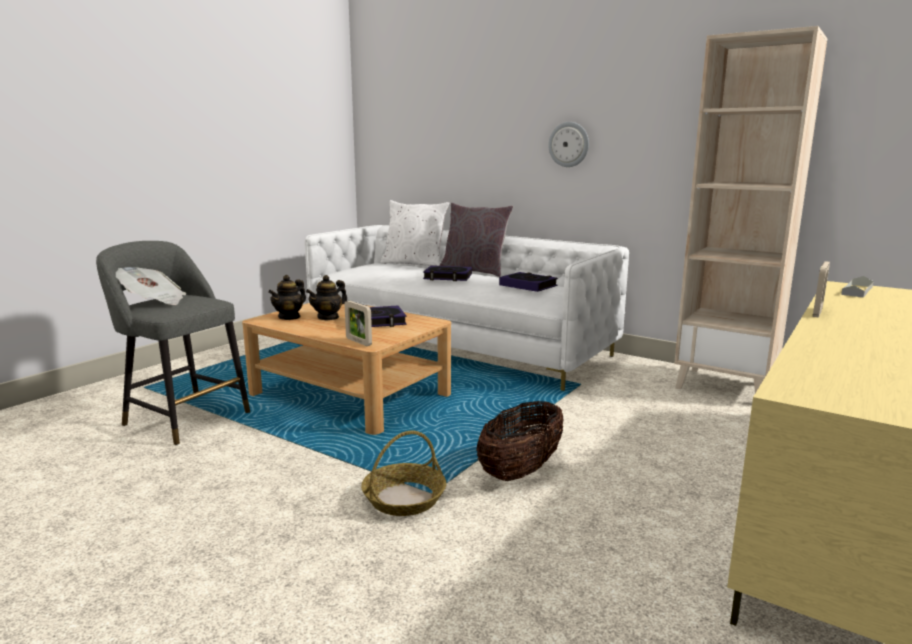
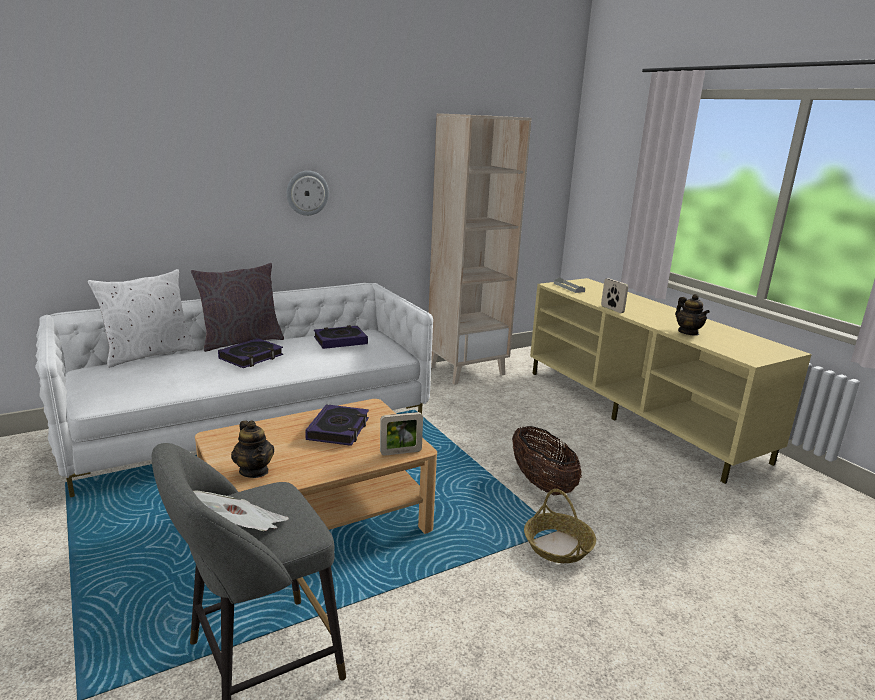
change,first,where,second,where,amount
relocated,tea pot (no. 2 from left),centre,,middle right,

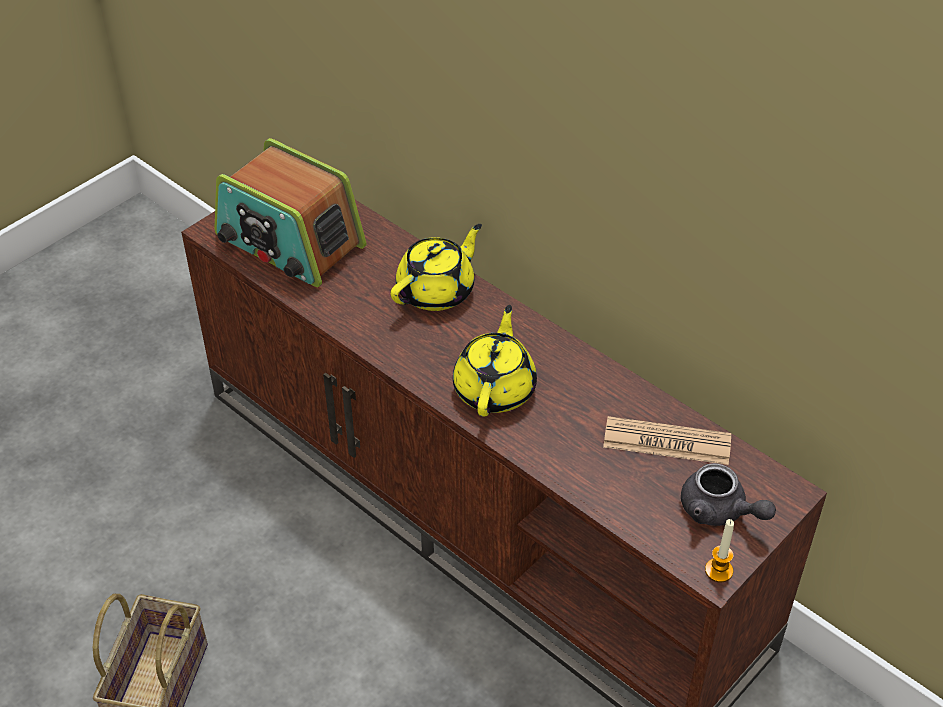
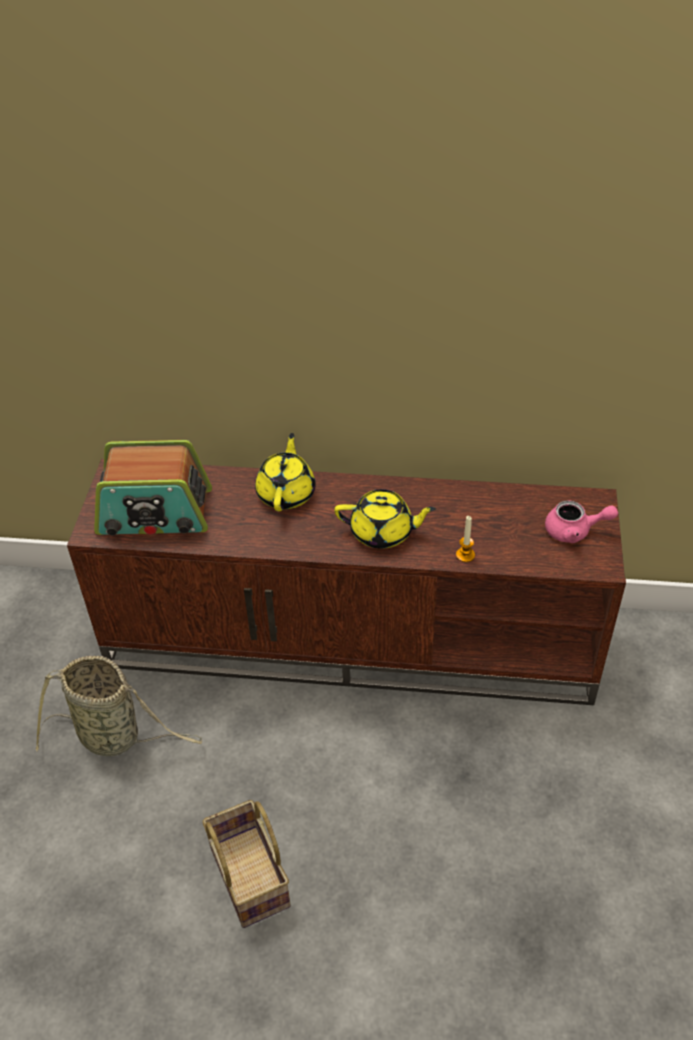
change,first,where,second,where,amount
spun,yellow tea pot (no. 2 from left),centre,,centre,120 degrees clockwise
missing,printed paper,middle right,,,
colour,greyish tea pot,bottom right,pink tea pot,middle right,
relocated,wax candle,bottom right,,middle right,
appeared,,,basket (no. 1 from left),bottom left,

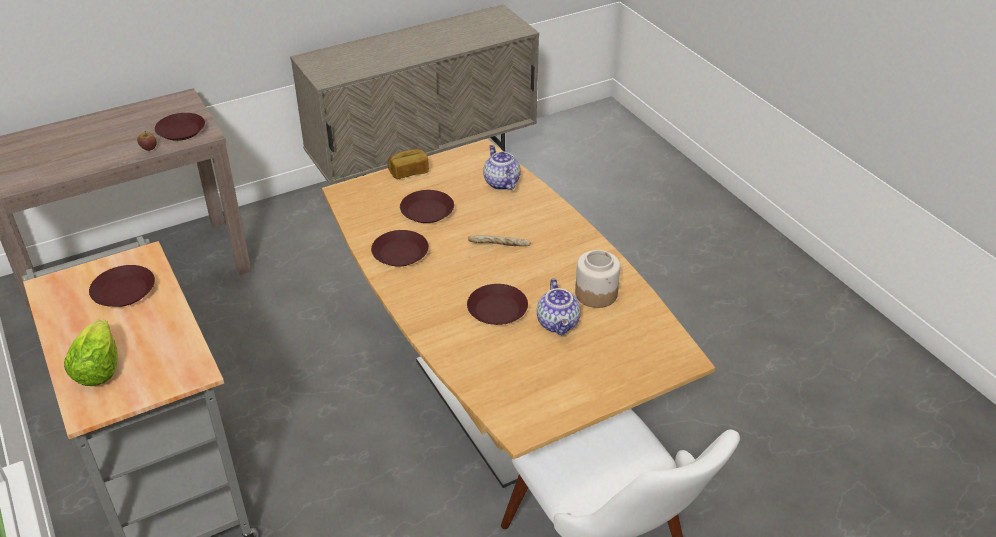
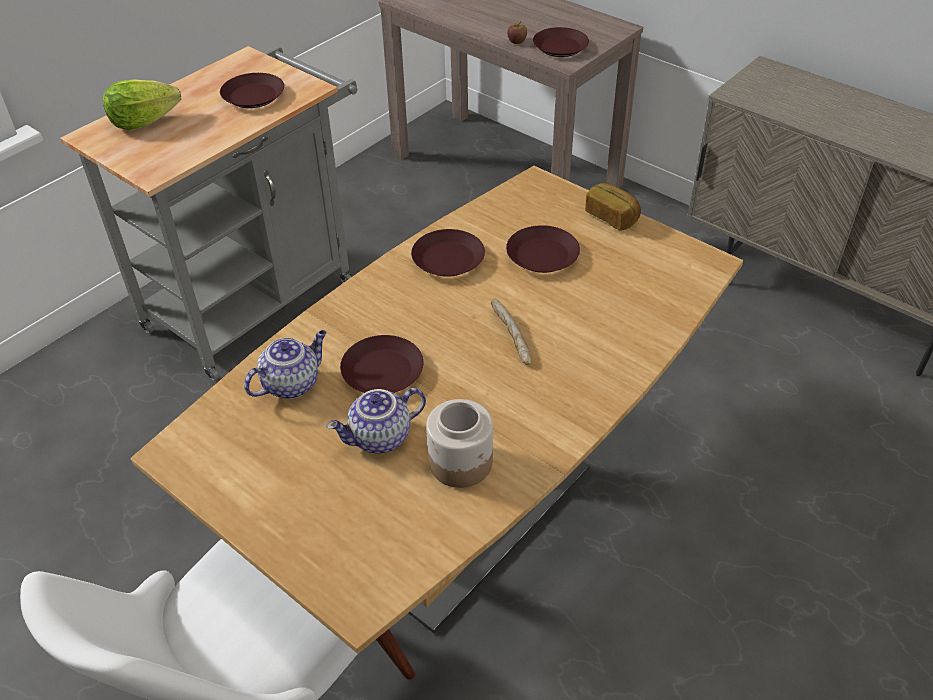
change,first,where,second,where,amount
relocated,tea pot (no. 1 from left),top centre,,middle left,

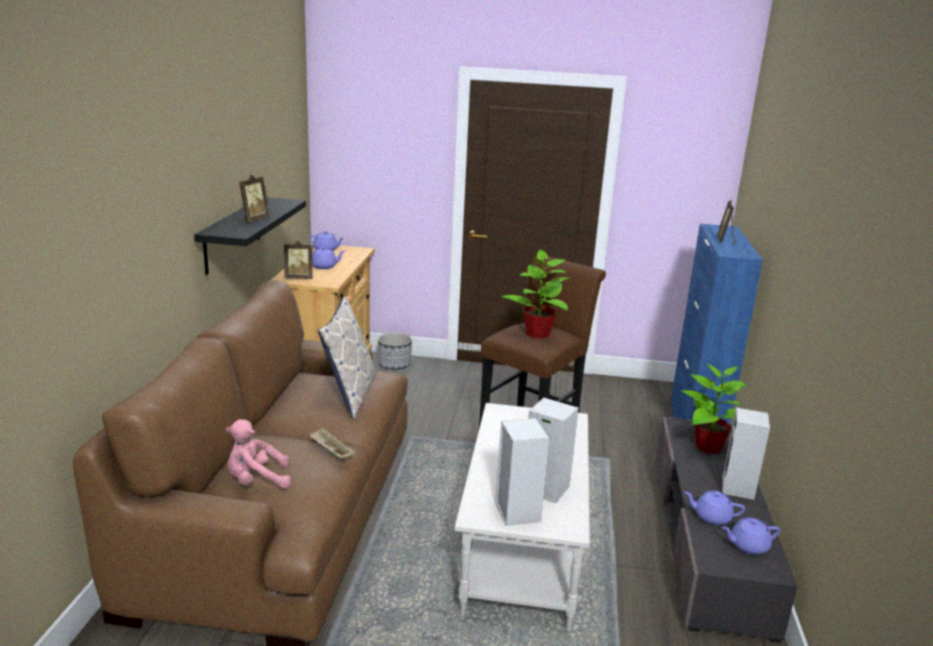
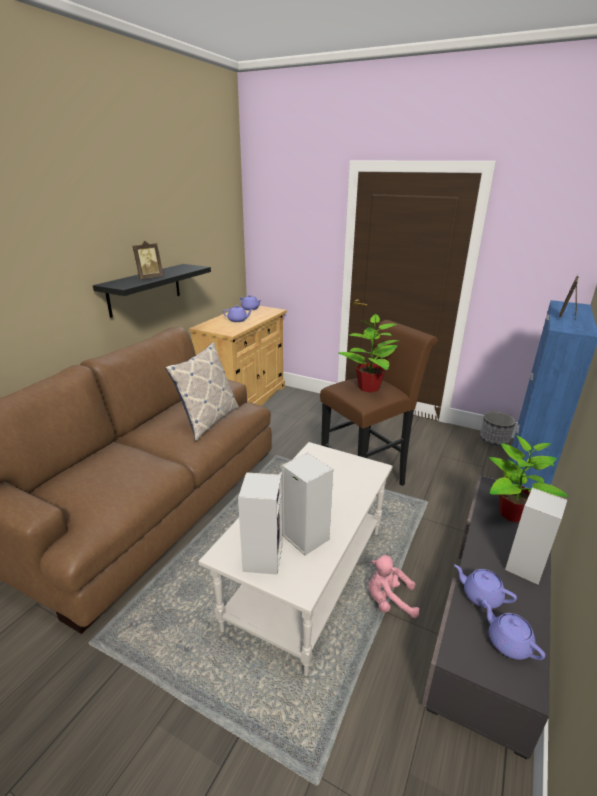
change,first,where,second,where,amount
relocated,pink plush toy,bottom left,,bottom centre,
missing,standing frame (no. 2 from left),middle left,,,
missing,sand-coloured carrying tray,bottom centre,,,
relocated,plant pot,centre,,middle right,
spun,purple tea pot (no. 4 from left),bottom right,,bottom right,45 degrees clockwise

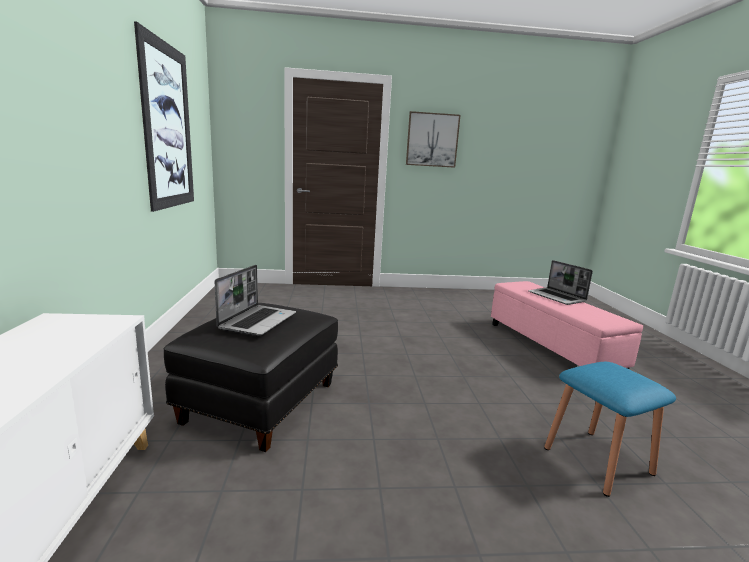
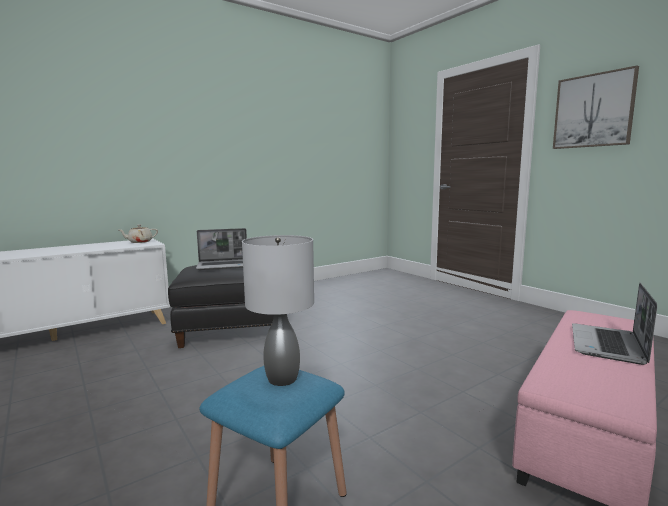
change,first,where,second,where,amount
missing,picture (no. 1 from left),top left,,,
appeared,,,sand-coloured tea pot,middle left,
appeared,,,greyish lamp for a table,centre,

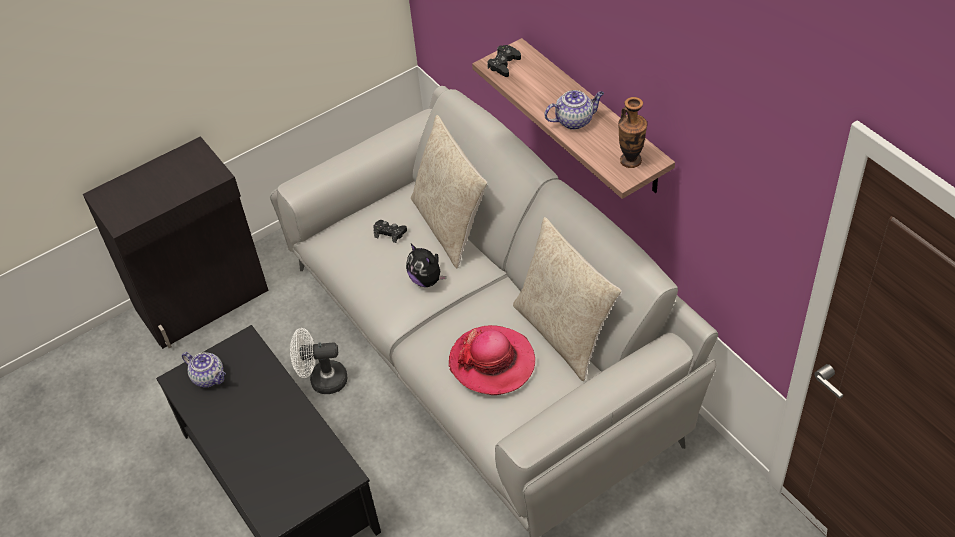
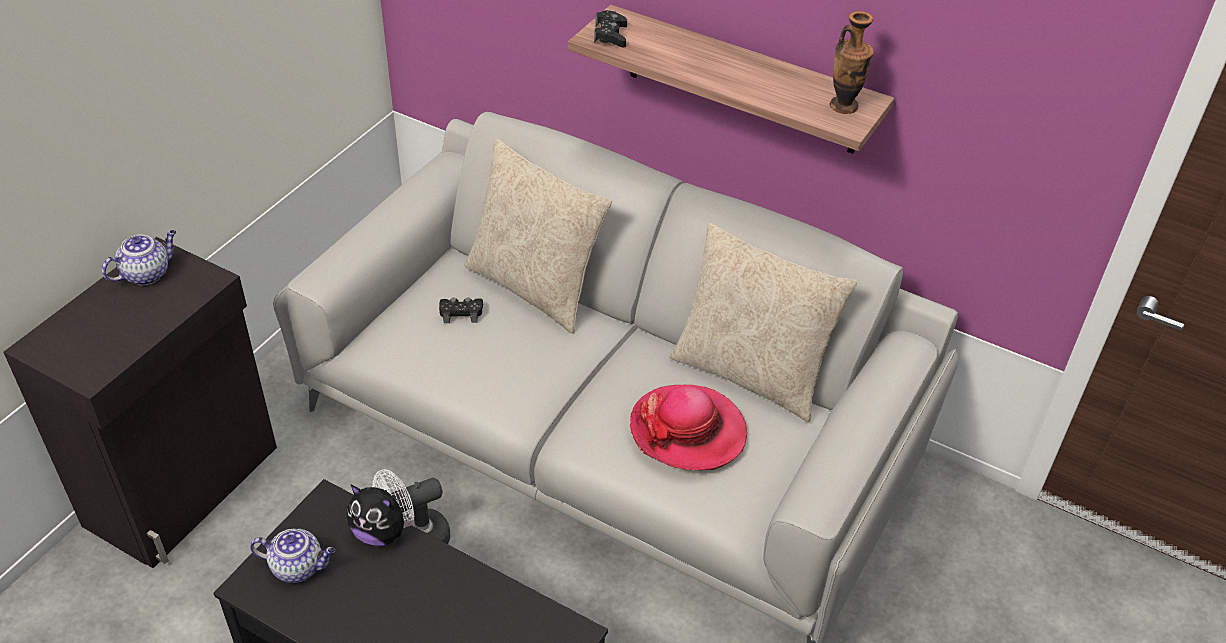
change,first,where,second,where,amount
relocated,plush toy,centre,,bottom left,
relocated,tea pot (no. 2 from left in the first image),top centre,tea pot (no. 1 from left),middle left,

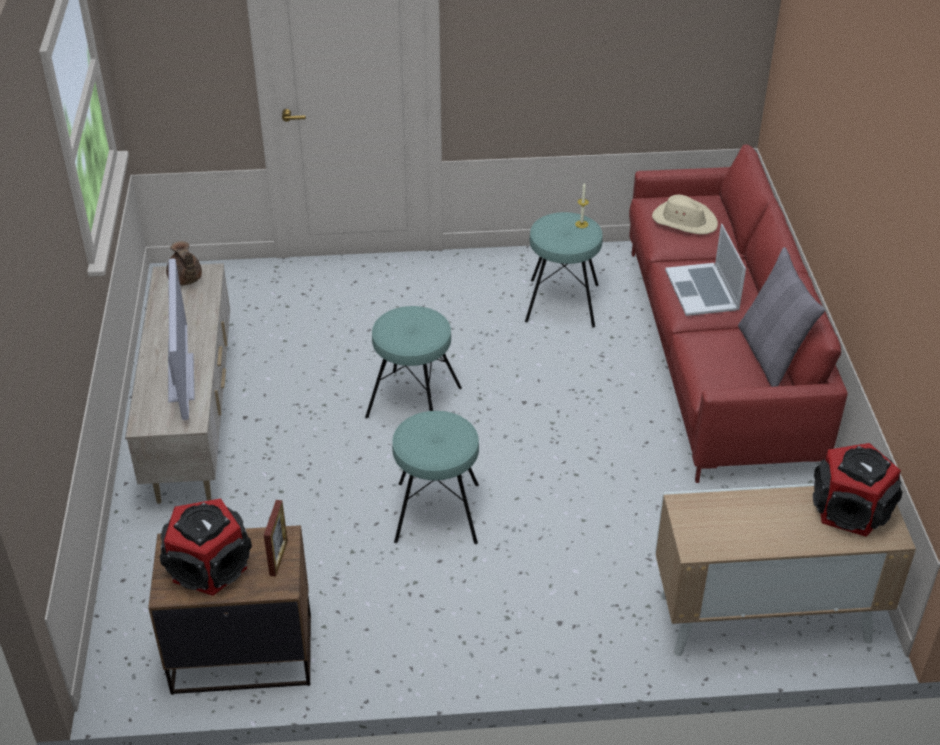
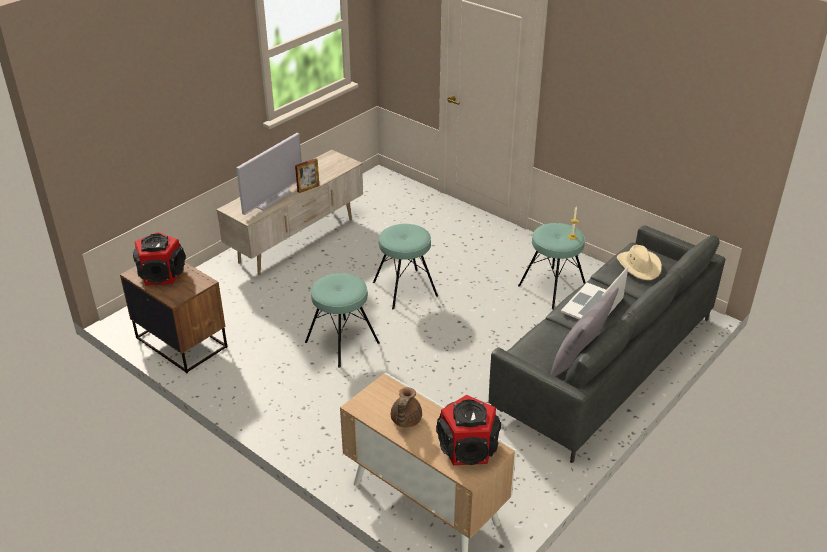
change,first,where,second,where,amount
relocated,brown-coloured tea pot,middle left,,bottom centre,
relocated,standing frame,bottom left,,top centre,
colour,red-coloured couch,middle right,greyish couch,middle right,

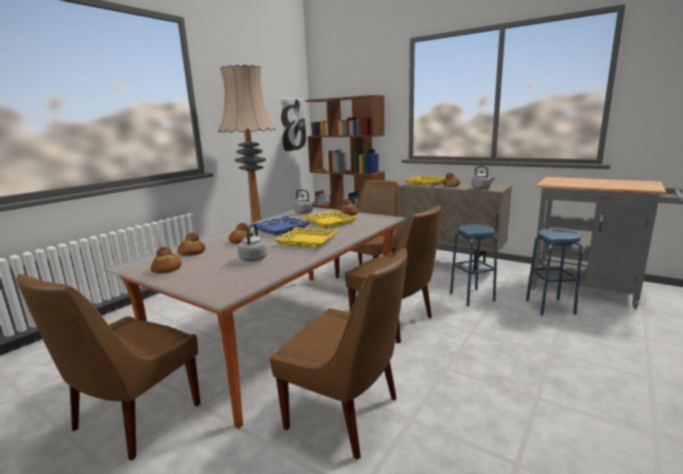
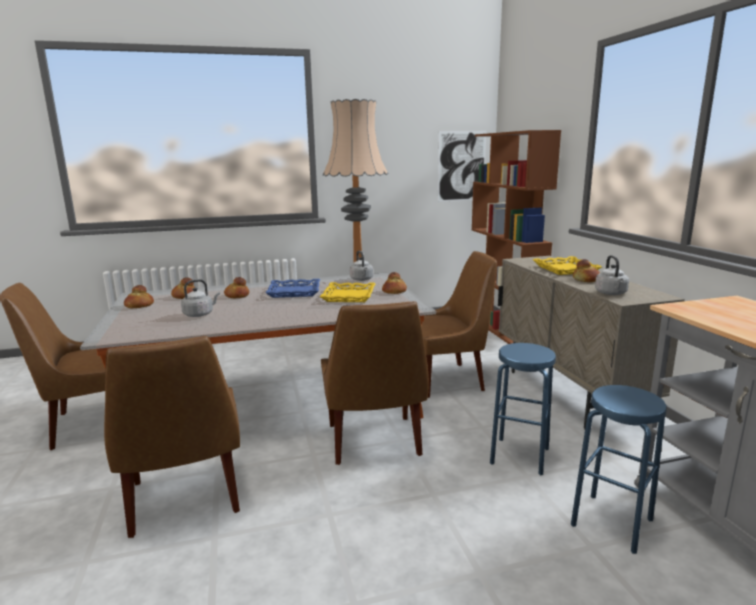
change,first,where,second,where,amount
missing,yellow carrying tray (no. 1 from left),centre,,,

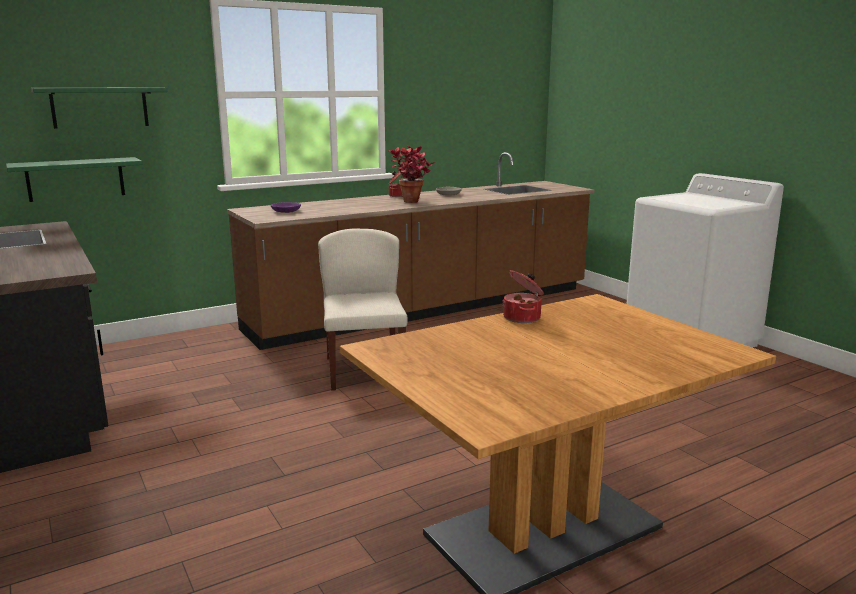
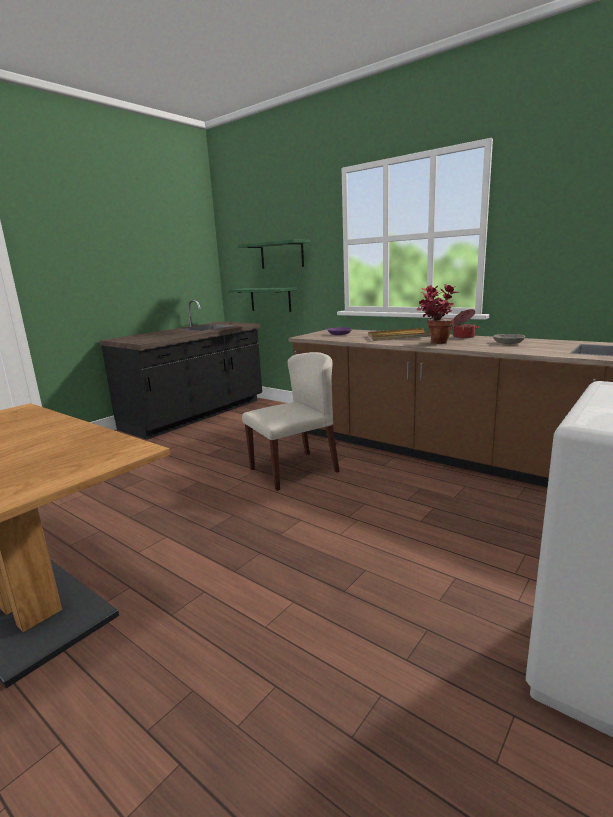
change,first,where,second,where,amount
missing,stockpot (no. 2 from left),centre,,,
appeared,,,sand-coloured carrying tray,centre,

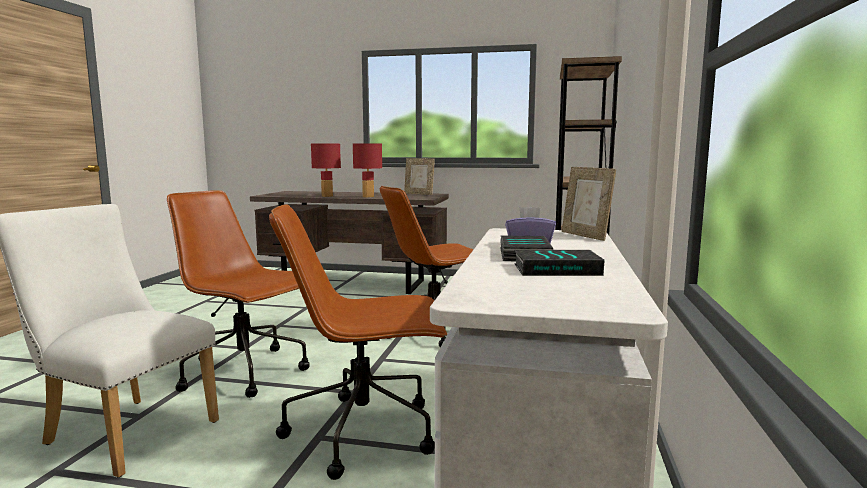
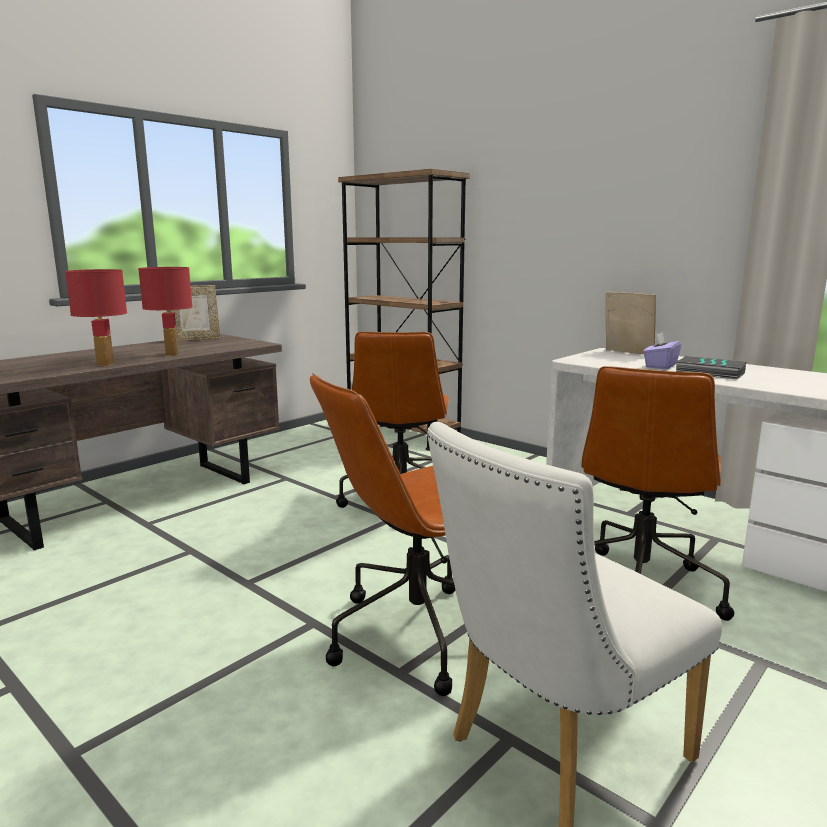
change,first,where,second,where,amount
missing,bound book (no. 2 from left),centre,,,
spun,standing frame (no. 2 from left),middle right,,middle right,135 degrees counterclockwise

